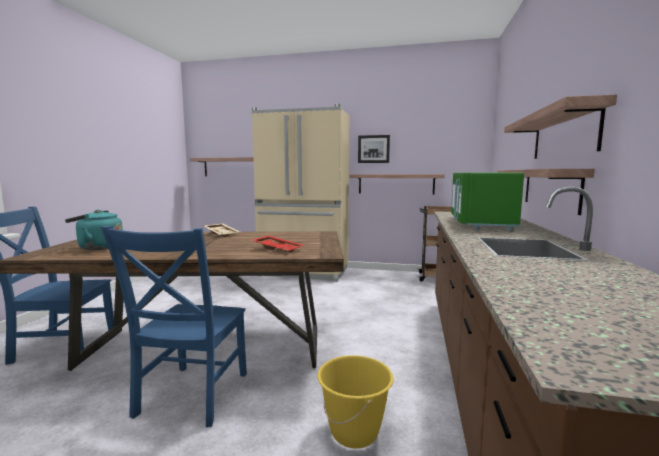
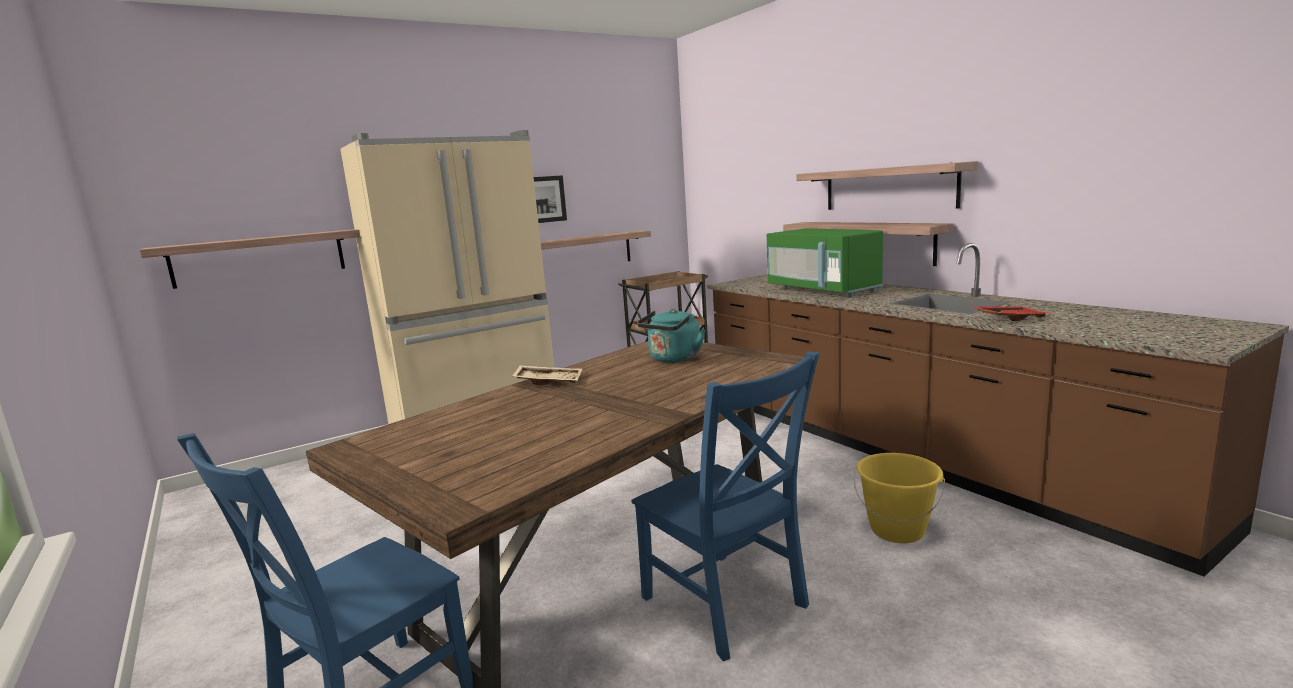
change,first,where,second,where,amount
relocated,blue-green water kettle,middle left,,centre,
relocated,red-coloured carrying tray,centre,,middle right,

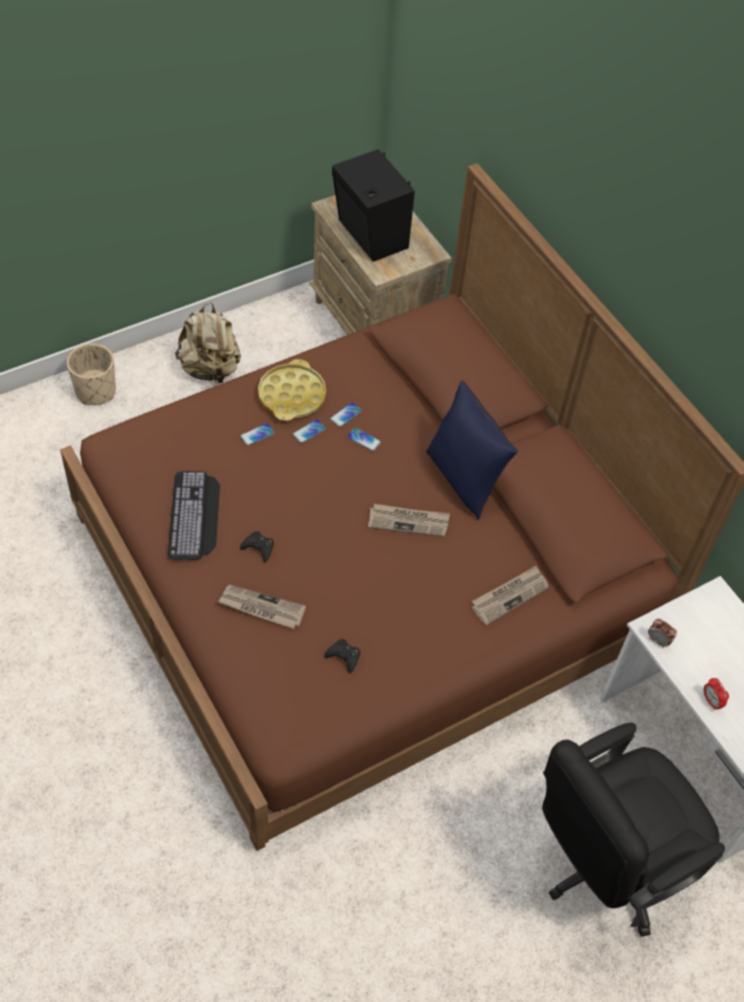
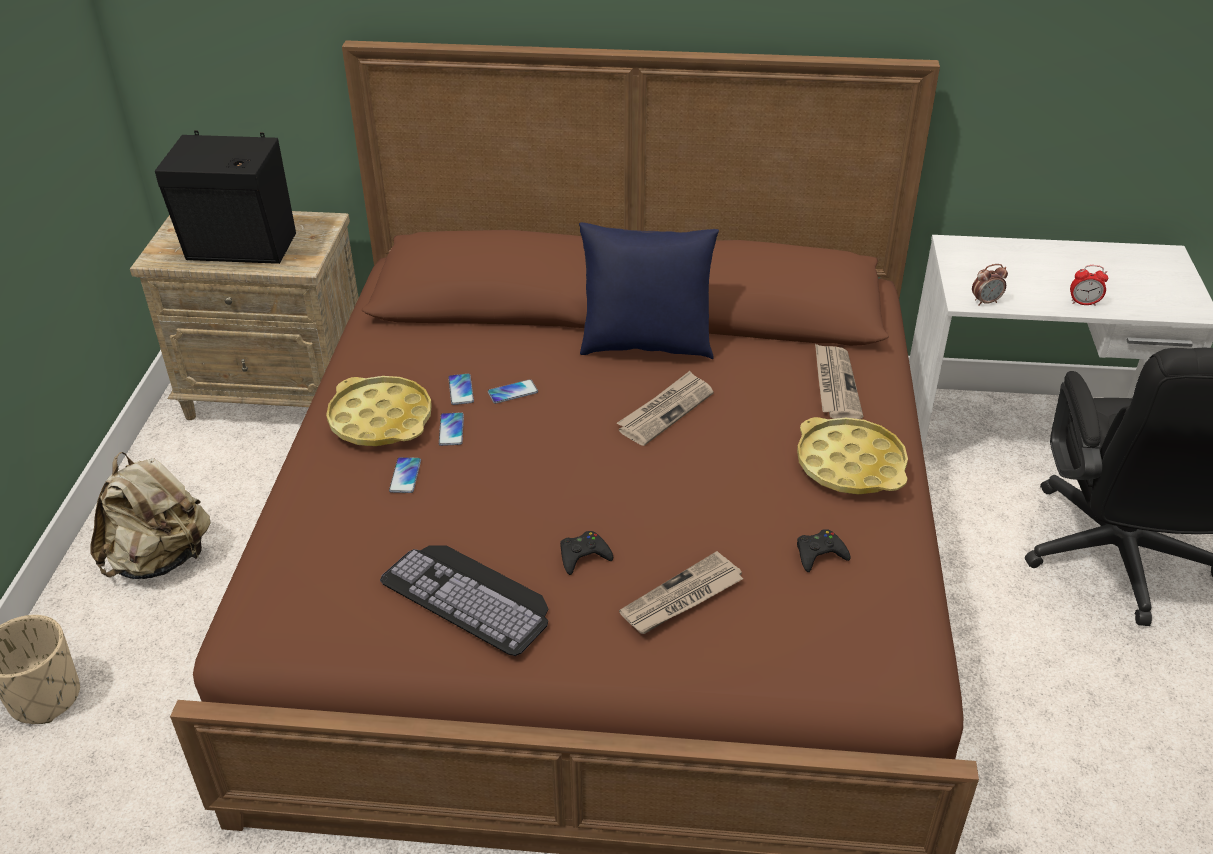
change,first,where,second,where,amount
appeared,,,yellow carrying tray (no. 2 from left),middle right,

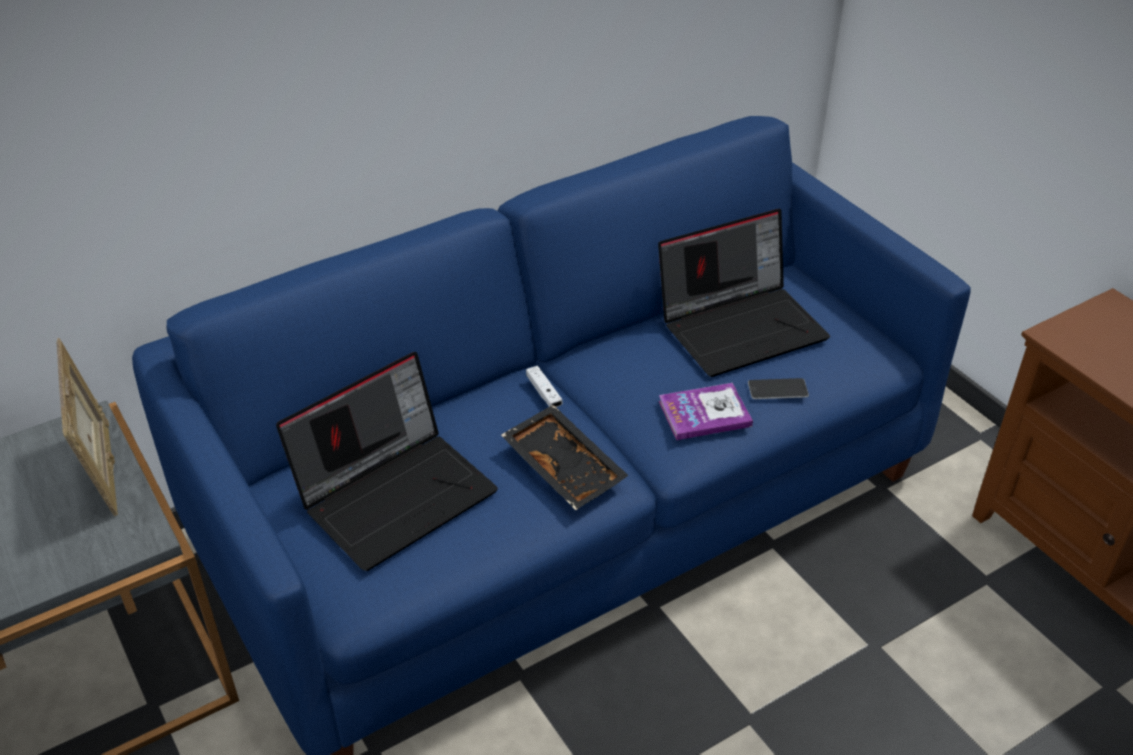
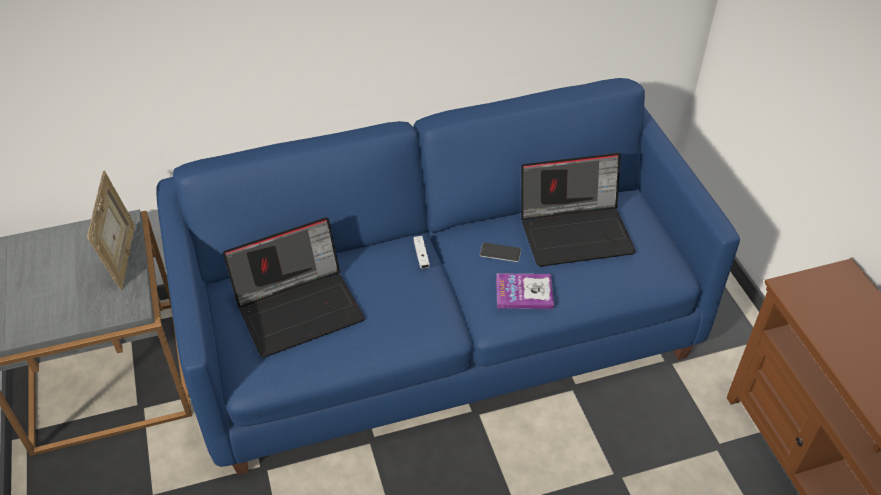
change,first,where,second,where,amount
missing,black-coloured carrying tray,centre,,,
relocated,phone,middle right,,centre,

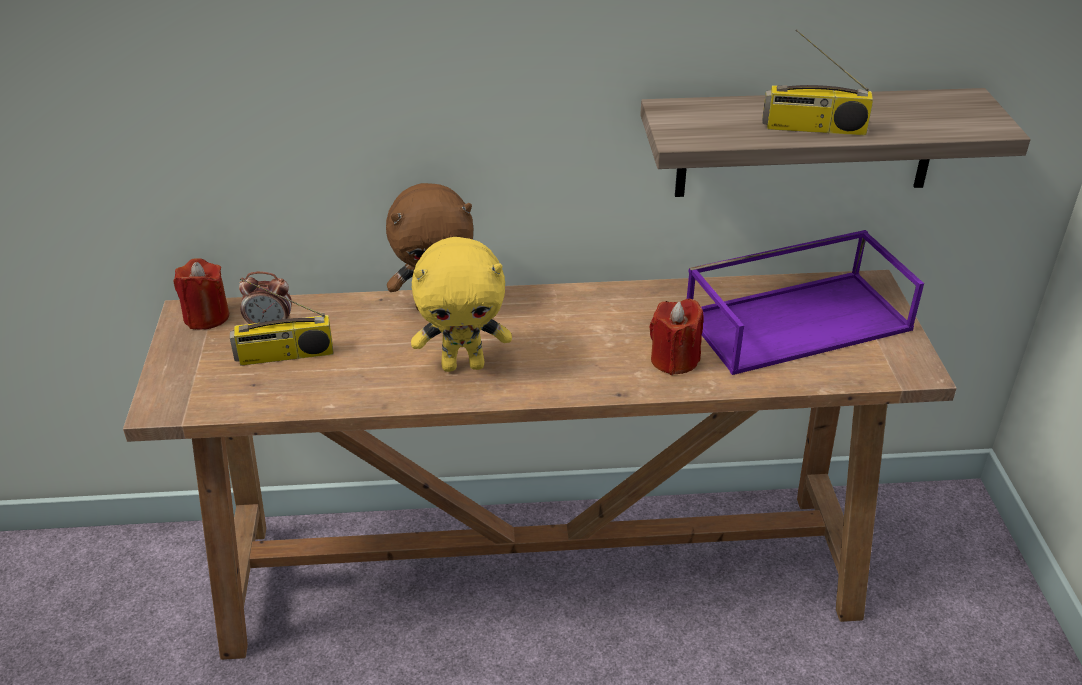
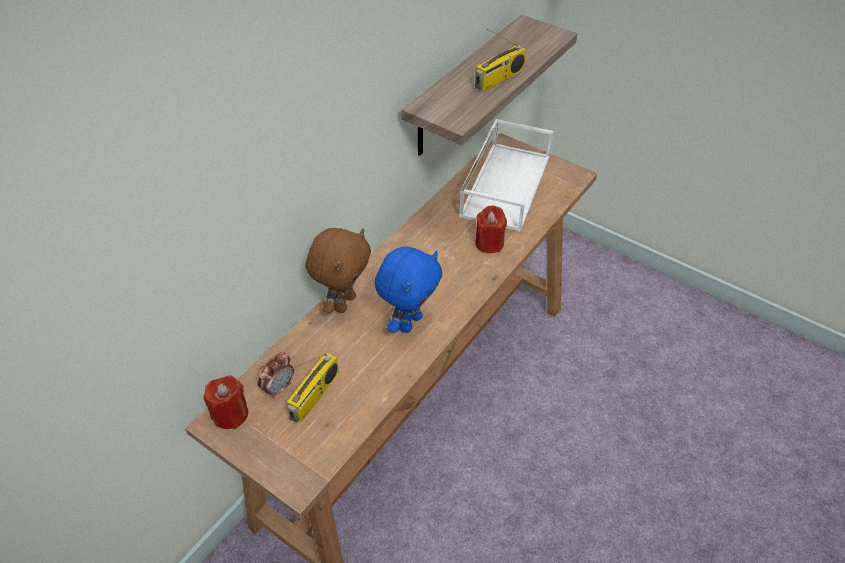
change,first,where,second,where,amount
colour,yellow plush toy,centre,blue plush toy,centre,
colour,purple carrying tray,middle right,whitish carrying tray,top centre,

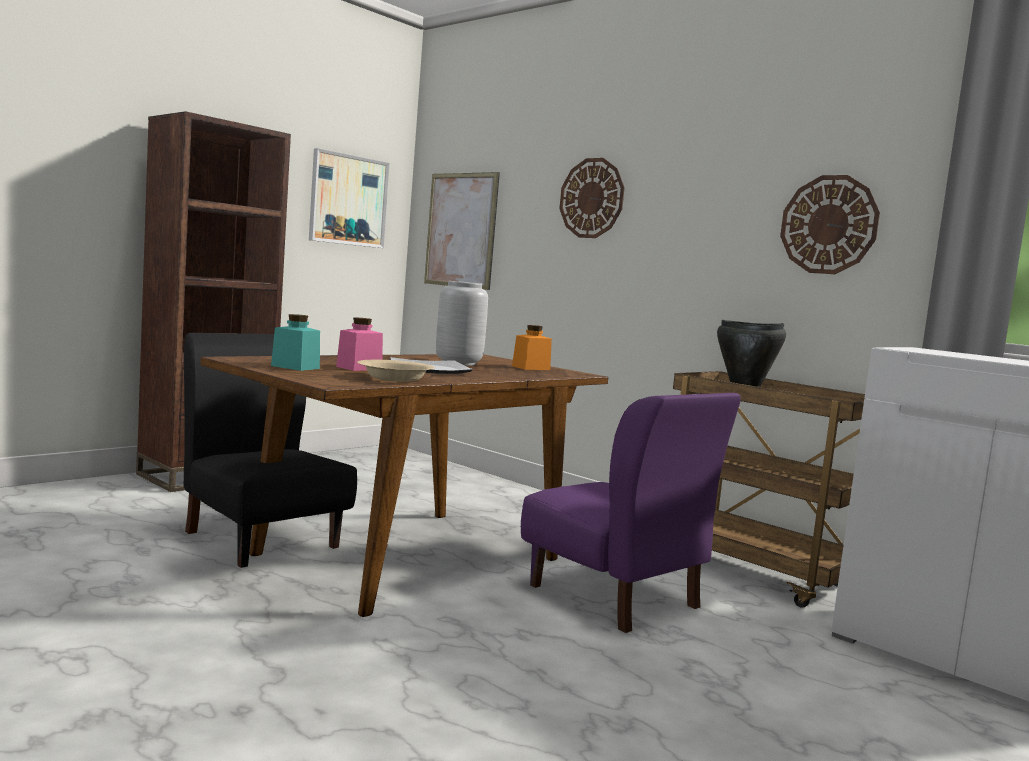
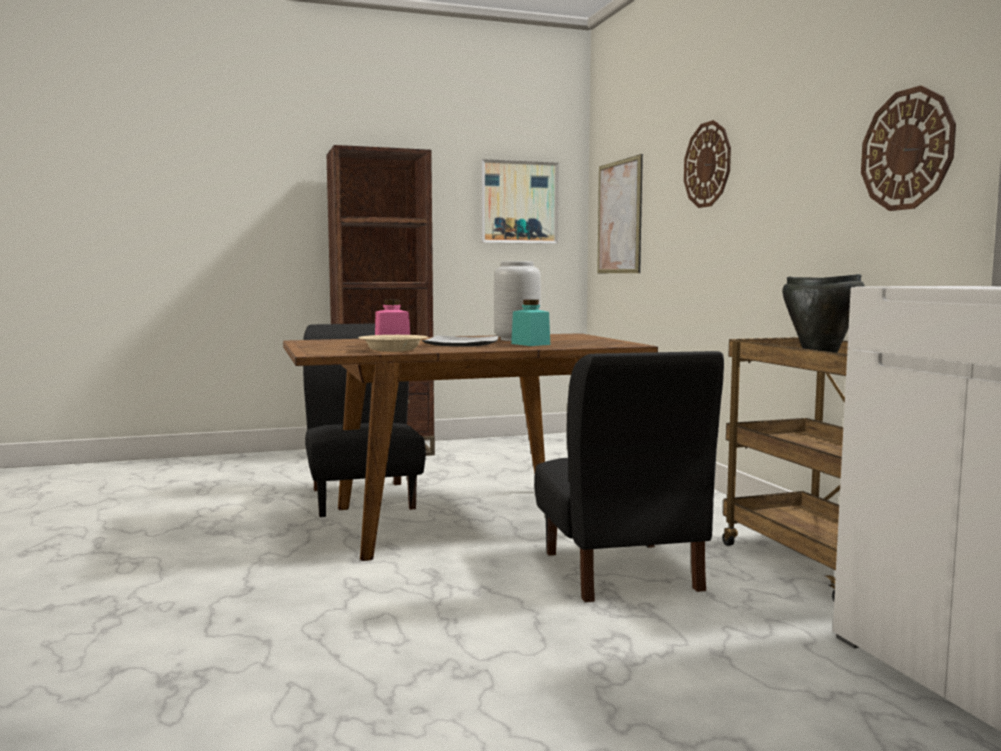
change,first,where,second,where,amount
relocated,blue-green preserve jar,middle left,,centre,
missing,orange preserve jar,centre,,,
colour,purple upright chair,bottom centre,black-coloured upright chair (no. 2 from left),centre,

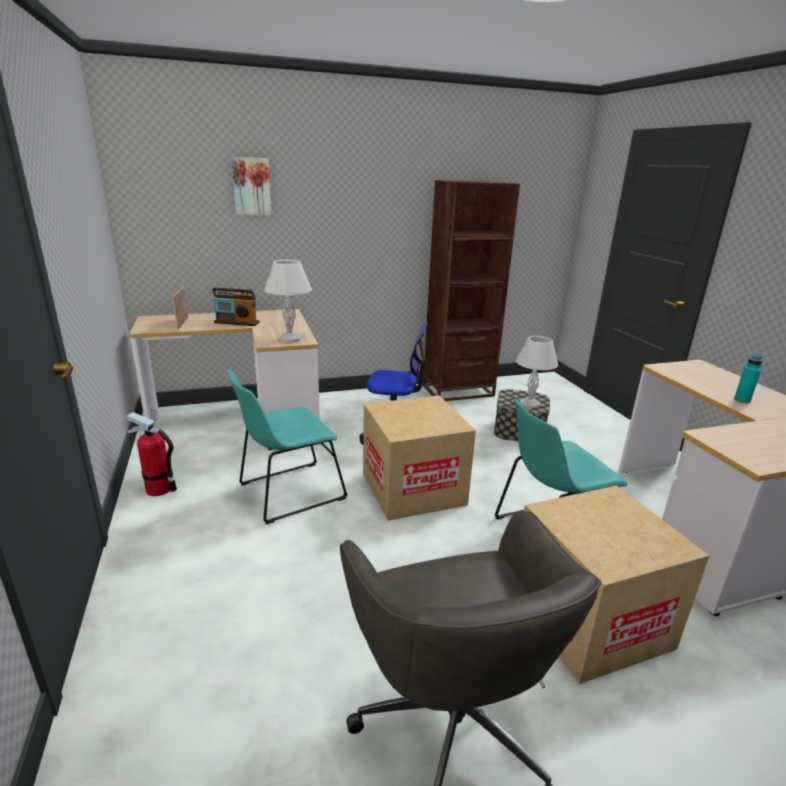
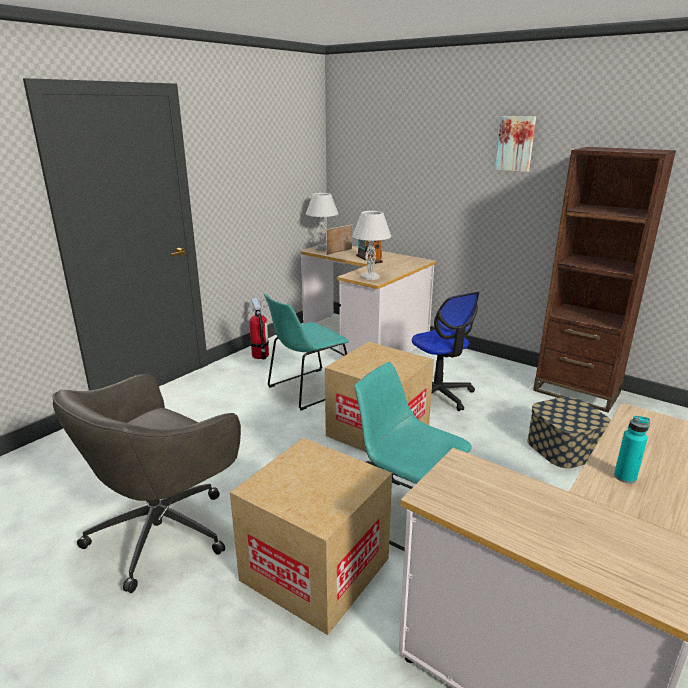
change,first,where,second,where,amount
spun,blue-green upright chair (no. 1 from left),centre,,centre,60 degrees counterclockwise
relocated,picture,top left,,top right,
relocated,whitish lamp for a table (no. 2 from left in the first image),middle right,whitish lamp for a table (no. 1 from left),top centre,

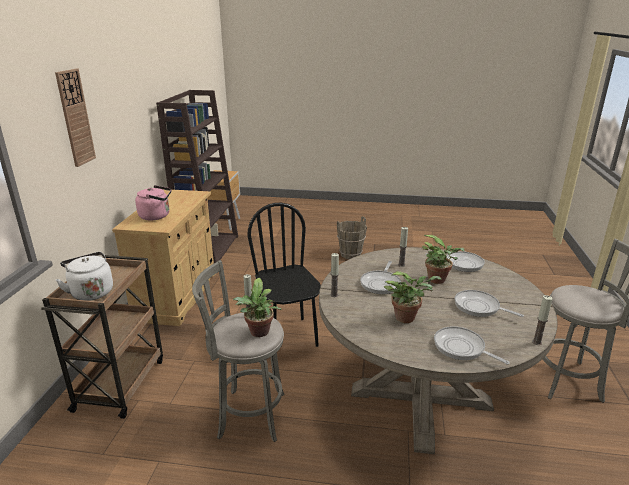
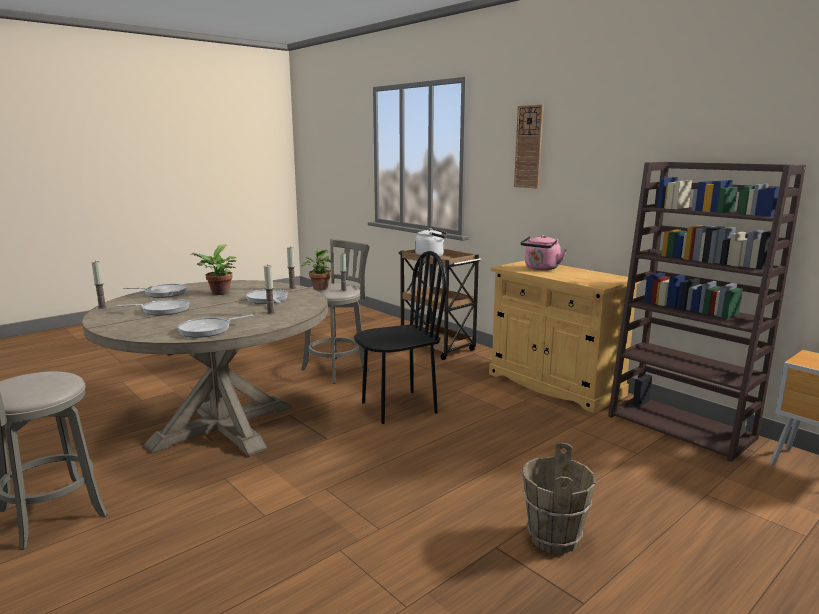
change,first,where,second,where,amount
spun,black-coloured upright chair,centre,,centre,45 degrees counterclockwise
missing,plant in a pot (no. 3 from left),middle right,,,

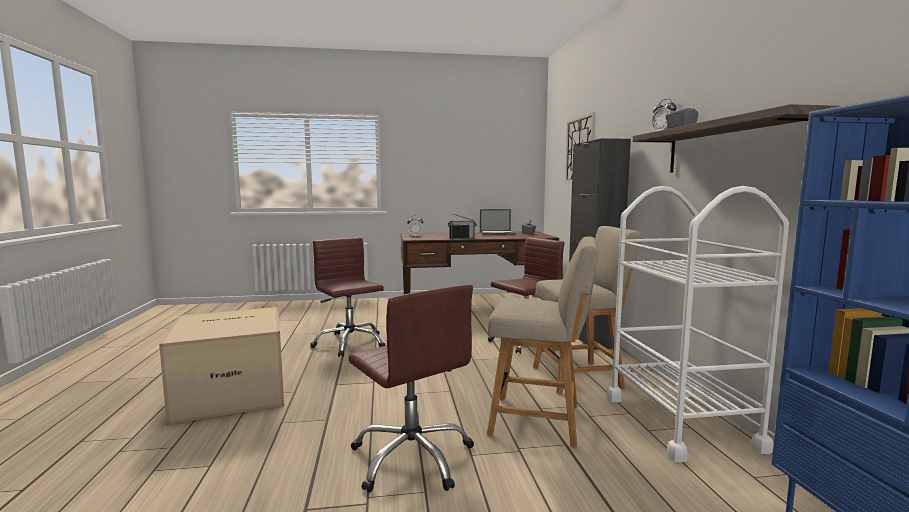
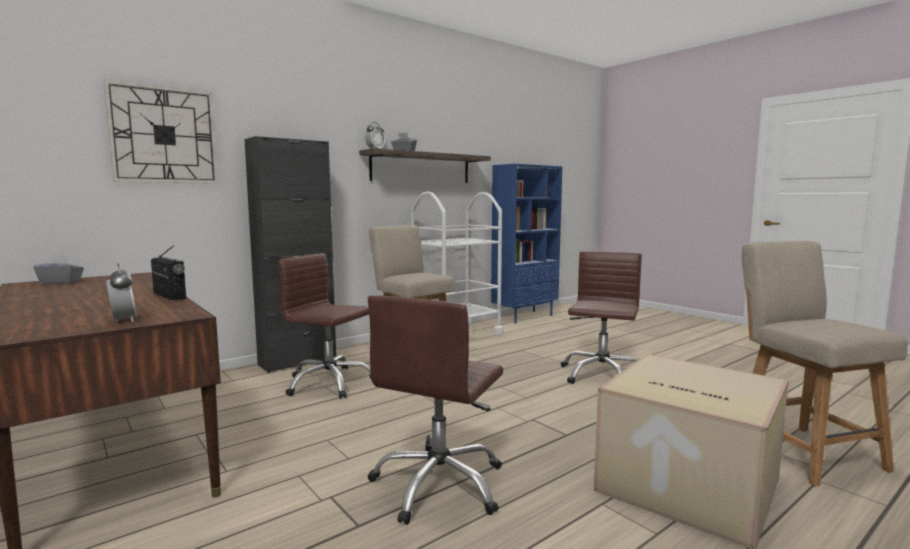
change,first,where,second,where,amount
missing,laptop,centre,,,
relocated,sand-coloured upright chair (no. 1 from left in the first image),bottom centre,sand-coloured upright chair (no. 2 from left),middle right,

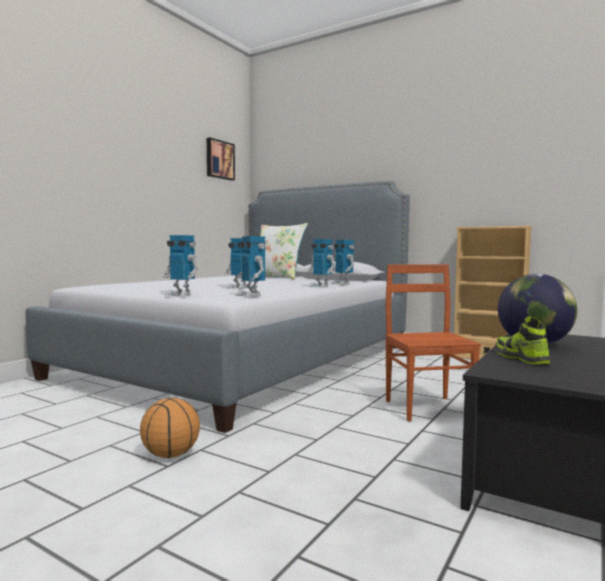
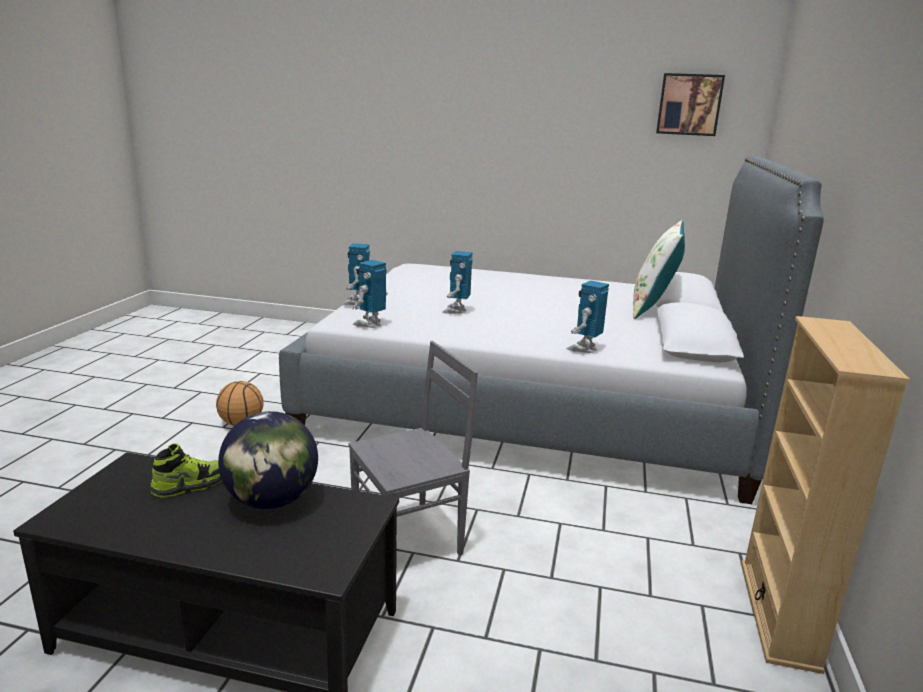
change,first,where,second,where,amount
missing,model robot (no. 4 from left),centre,,,
colour,brown-coloured upright chair,middle right,greyish upright chair,centre,

